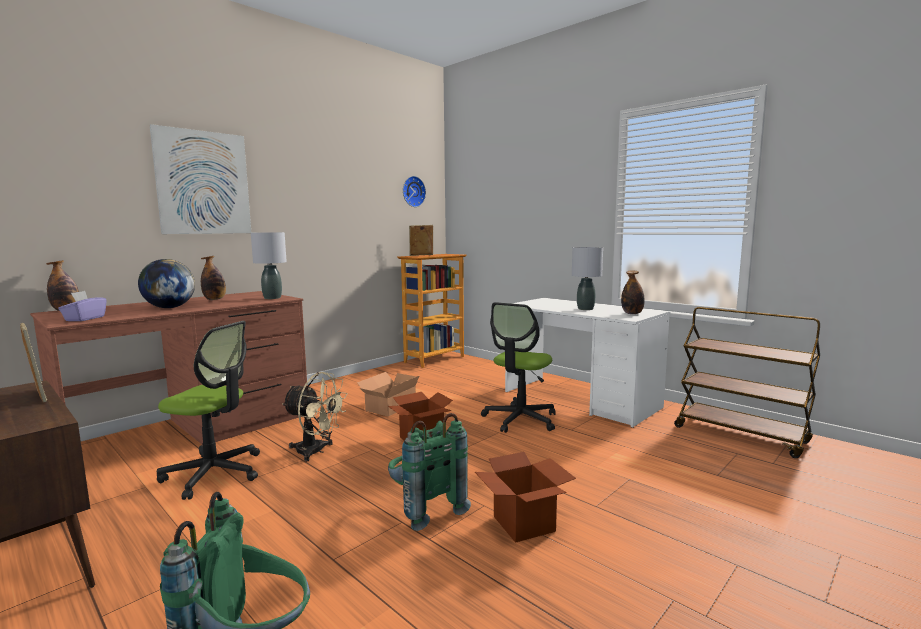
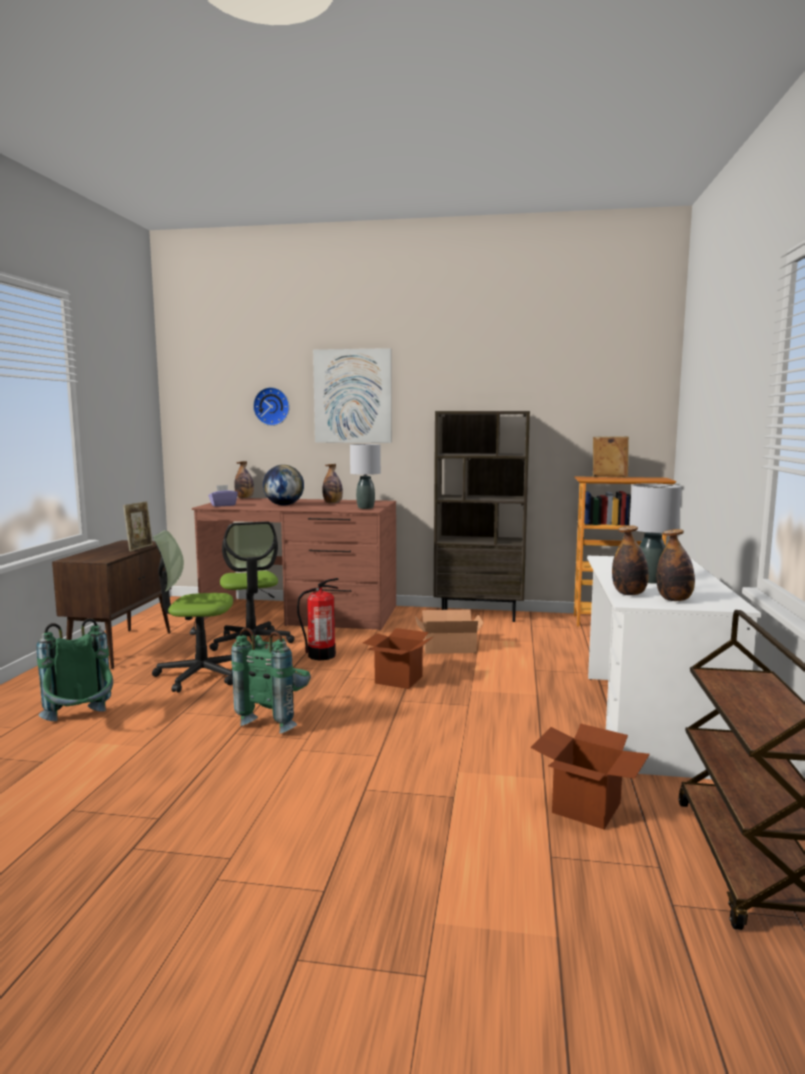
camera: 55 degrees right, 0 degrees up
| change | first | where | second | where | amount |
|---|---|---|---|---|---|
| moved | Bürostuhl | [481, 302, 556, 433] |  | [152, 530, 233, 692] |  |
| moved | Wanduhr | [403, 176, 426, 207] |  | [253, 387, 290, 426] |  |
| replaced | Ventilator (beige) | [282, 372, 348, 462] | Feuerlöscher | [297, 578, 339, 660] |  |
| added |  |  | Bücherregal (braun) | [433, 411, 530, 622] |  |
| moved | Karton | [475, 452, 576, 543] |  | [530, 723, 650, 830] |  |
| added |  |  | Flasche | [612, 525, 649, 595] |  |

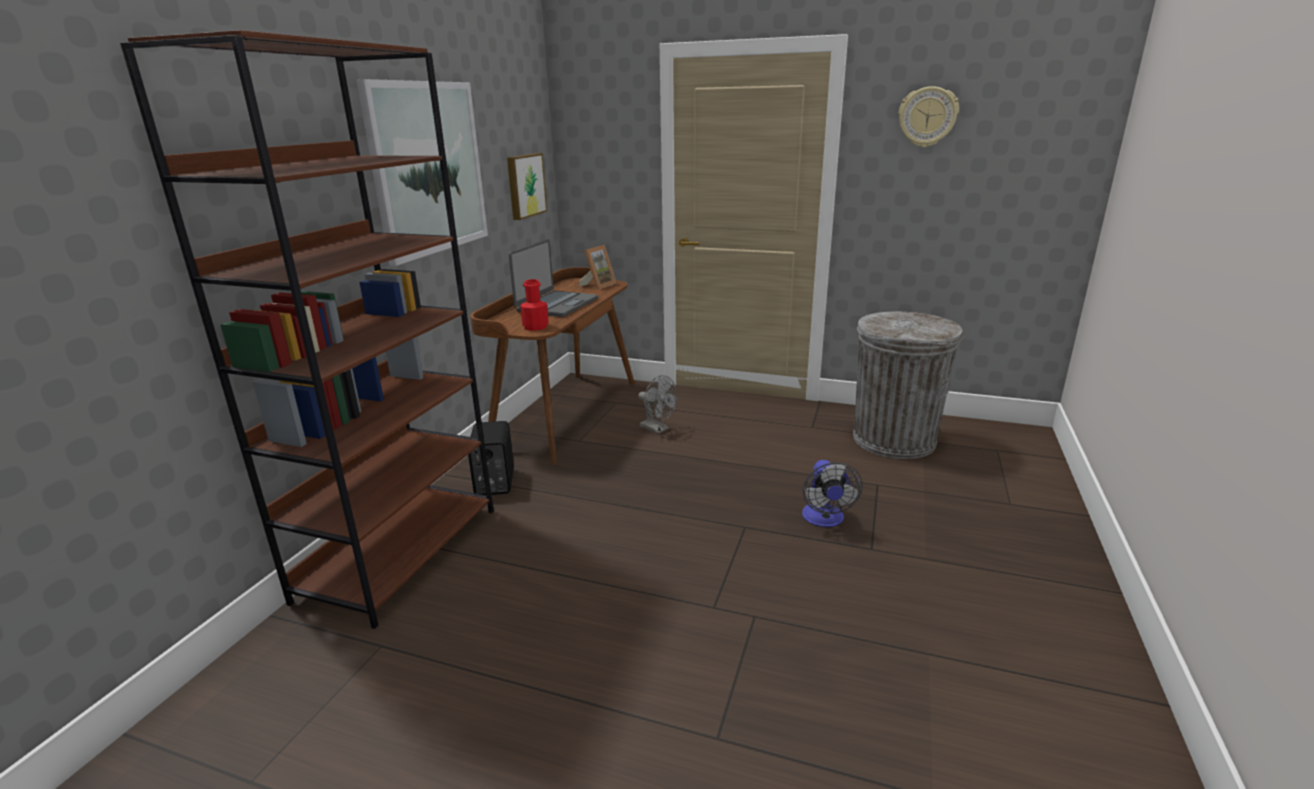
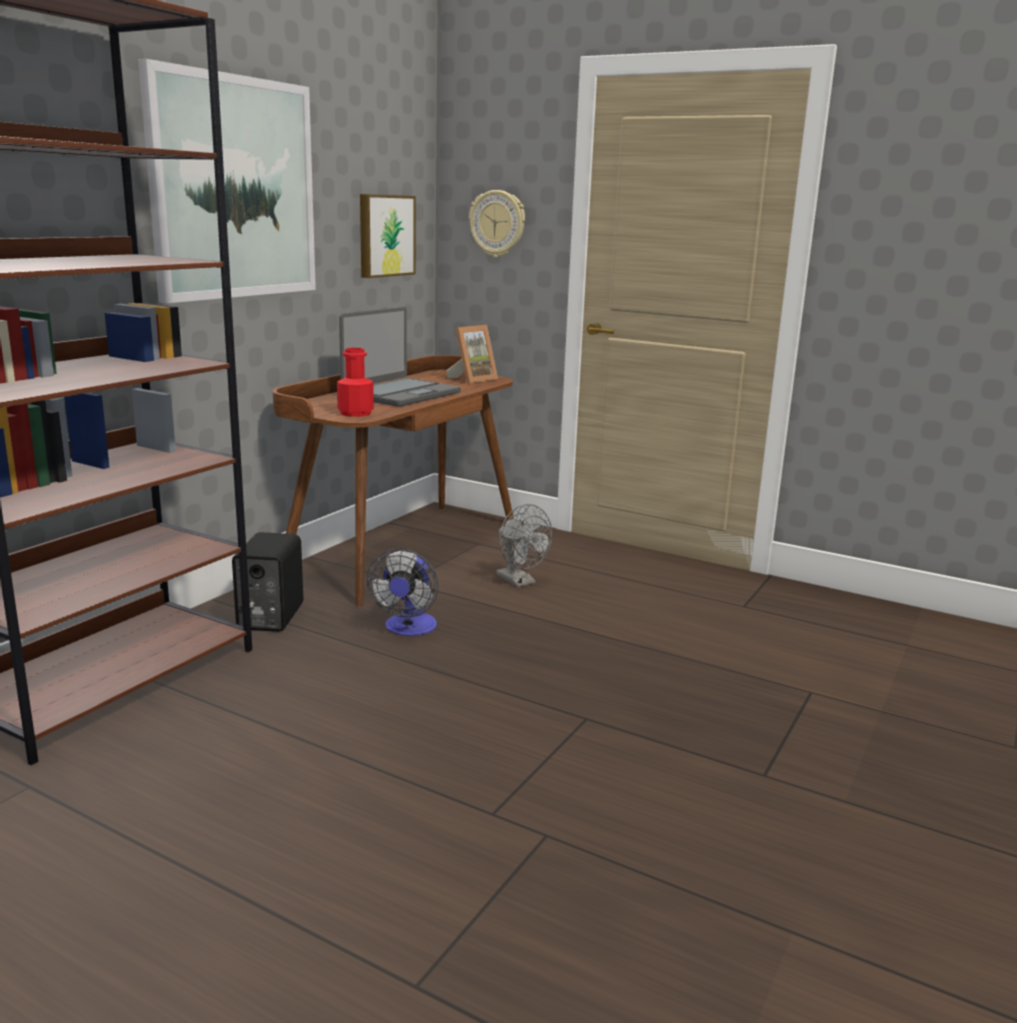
camera: 10 degrees right, 5 degrees down
| change | first | where | second | where | amount |
|---|---|---|---|---|---|
| moved | Ventilator | [802, 460, 863, 527] |  | [367, 549, 439, 636] |  |
| moved | Wanduhr | [899, 86, 959, 147] |  | [469, 190, 525, 257] |  |
| removed | Mülleimer (grau) | [853, 312, 962, 459] |  |  |  |

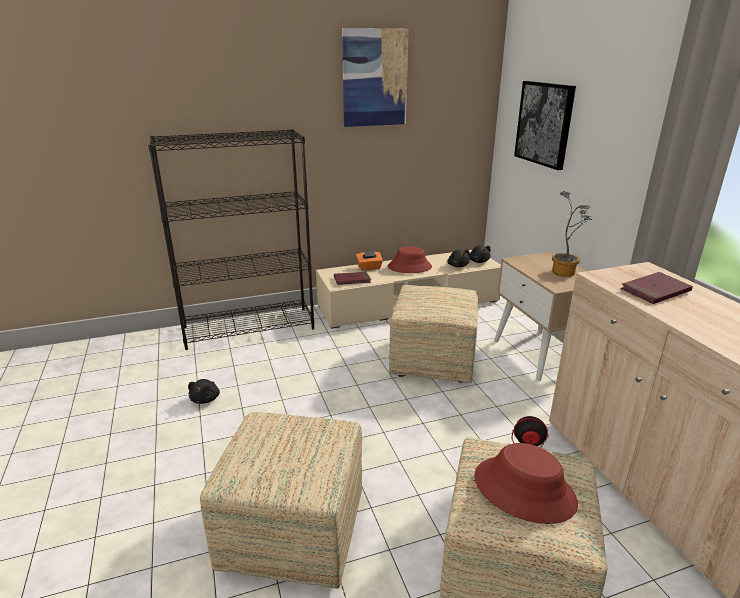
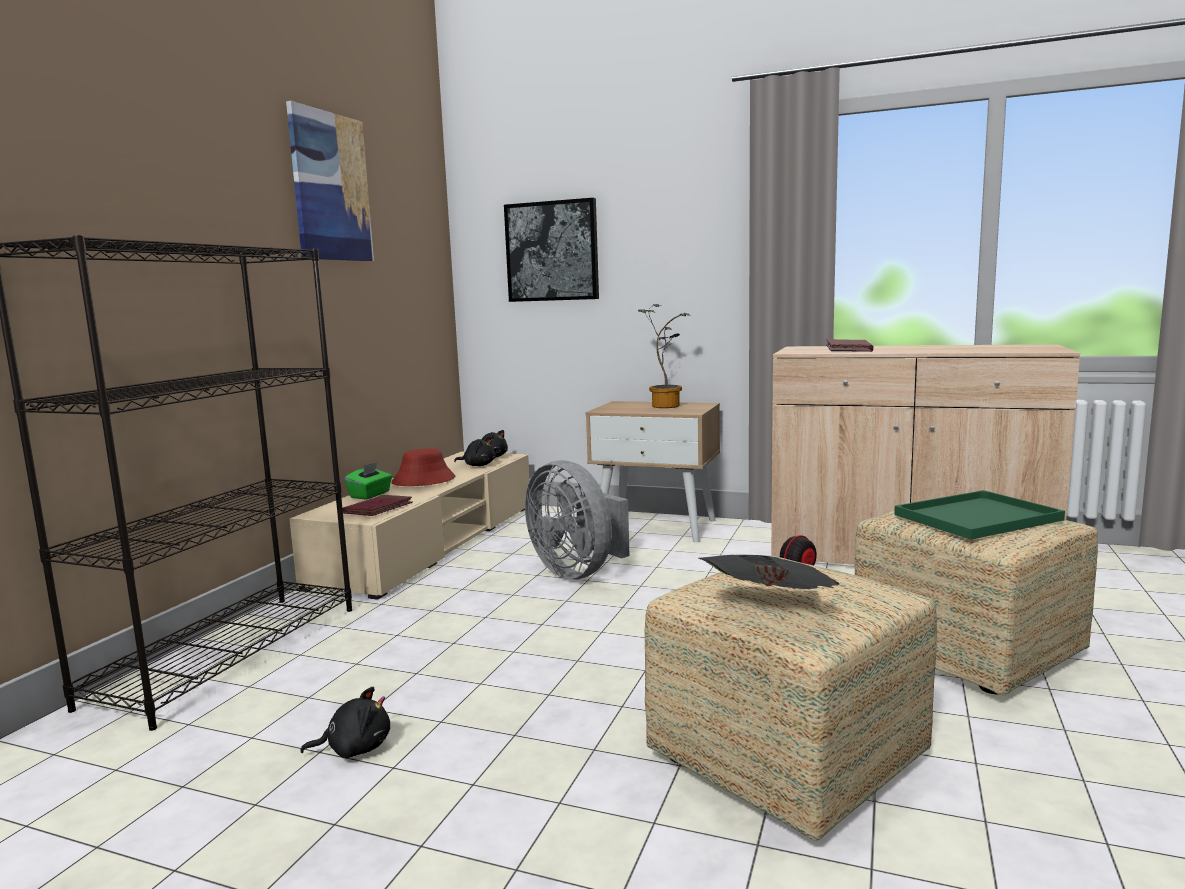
camera: 50 degrees left, 15 degrees down
| change | first | where | second | where | amount |
|---|---|---|---|---|---|
| turned | Plüschtier (schwarz) | [188, 379, 220, 404] |  | [300, 687, 390, 758] | 60 degrees counterclockwise |
| recoloured | Taschentuchbox (orange) | [356, 251, 383, 271] | Taschentuchbox (grün) | [344, 462, 392, 500] |  |
| replaced | Polsterhocker | [389, 285, 478, 383] | Ventilator (grau) | [525, 460, 629, 579] |  |
| added |  |  | Zeitung | [698, 554, 839, 589] |  |
| replaced | Hut (rot) | [474, 443, 578, 524] | Tablett (grün) | [894, 490, 1065, 540] |  |

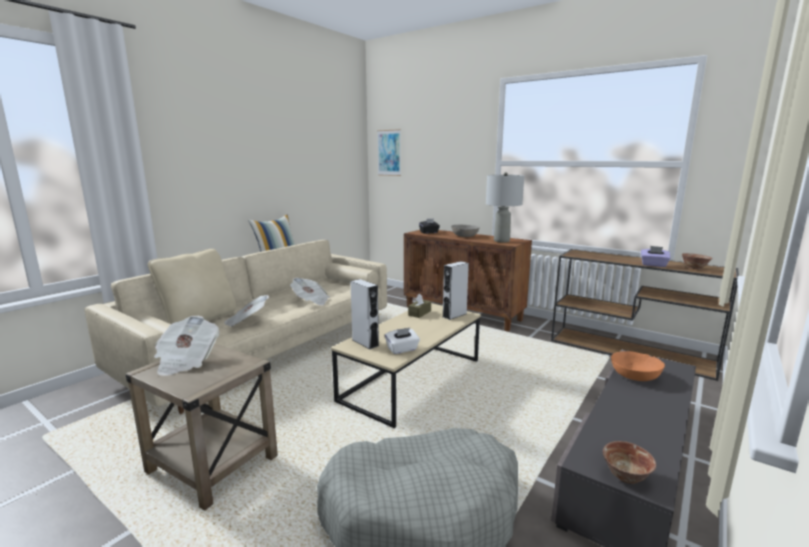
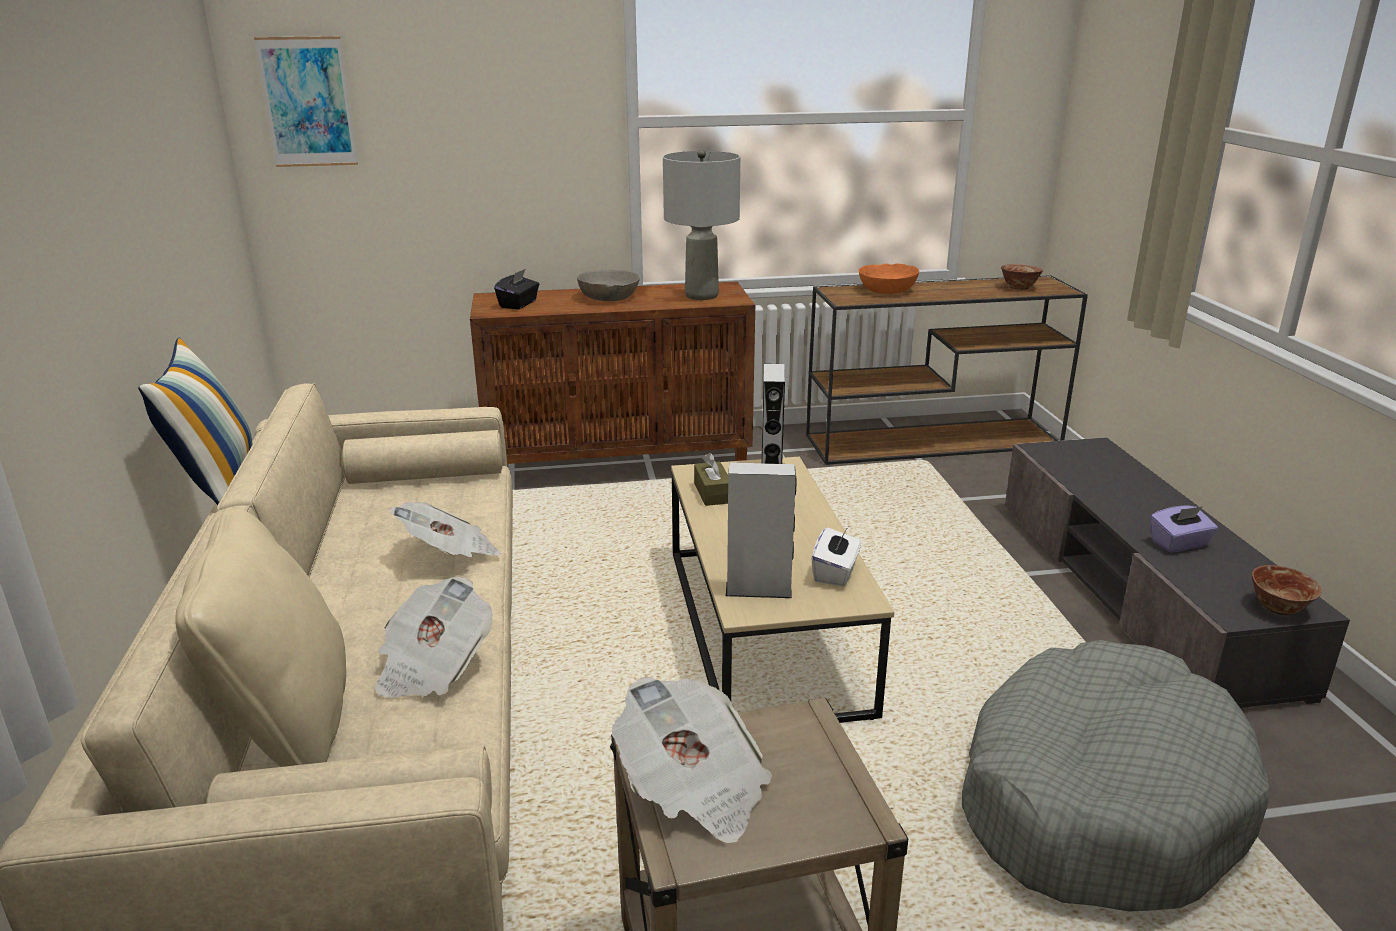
camera: 45 degrees left, 10 degrees up
| change | first | where | second | where | amount |
|---|---|---|---|---|---|
| moved | Schüssel (orange) | [611, 351, 665, 381] |  | [858, 263, 919, 294] |  |
| moved | Taschentuchbox (lila) | [641, 246, 670, 267] |  | [1150, 505, 1218, 553] |  |

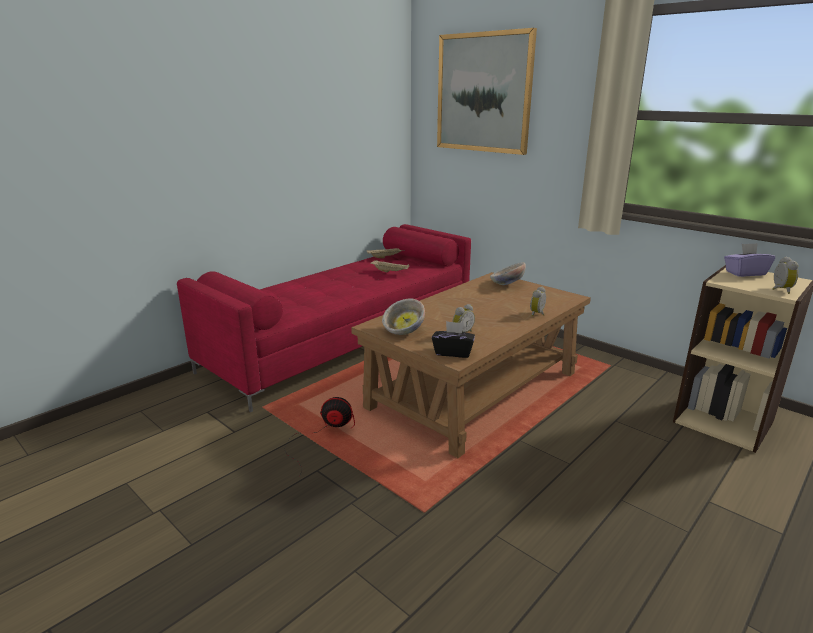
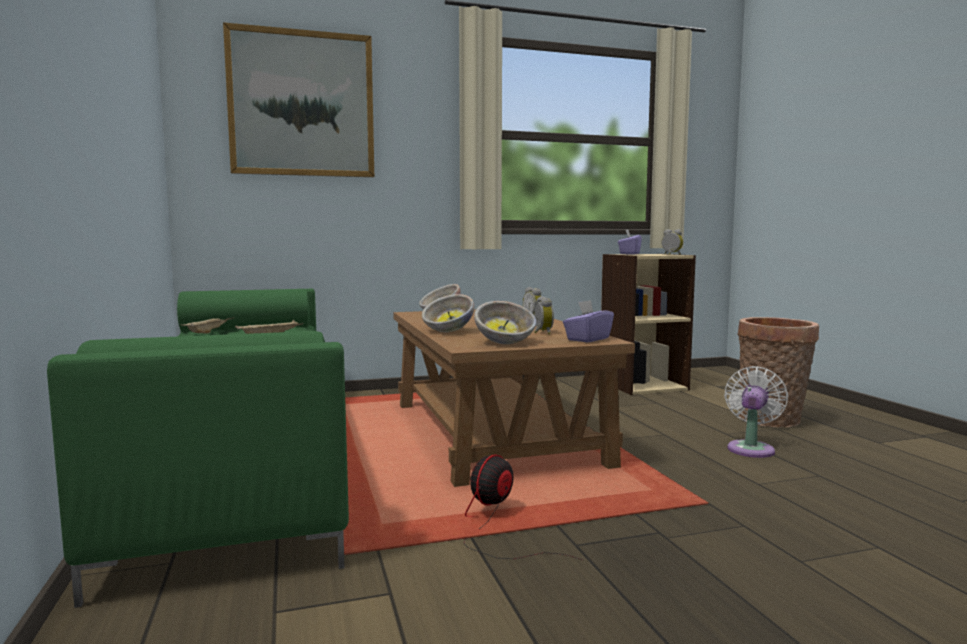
camera: 60 degrees left, 15 degrees down
| change | first | where | second | where | amount |
|---|---|---|---|---|---|
| recoloured | Sofa (rot) | [177, 224, 471, 412] | Sofa (grün) | [47, 289, 349, 608] |  |
| added |  |  | Schüssel | [422, 294, 474, 332] |  |
| recoloured | Taschentuchbox (schwarz) | [432, 321, 475, 358] | Taschentuchbox (lila) | [563, 300, 614, 342] |  |
| added |  |  | Ventilator (weiß) | [724, 366, 788, 458] |  |
| added |  |  | Korb | [737, 317, 819, 427] |  |

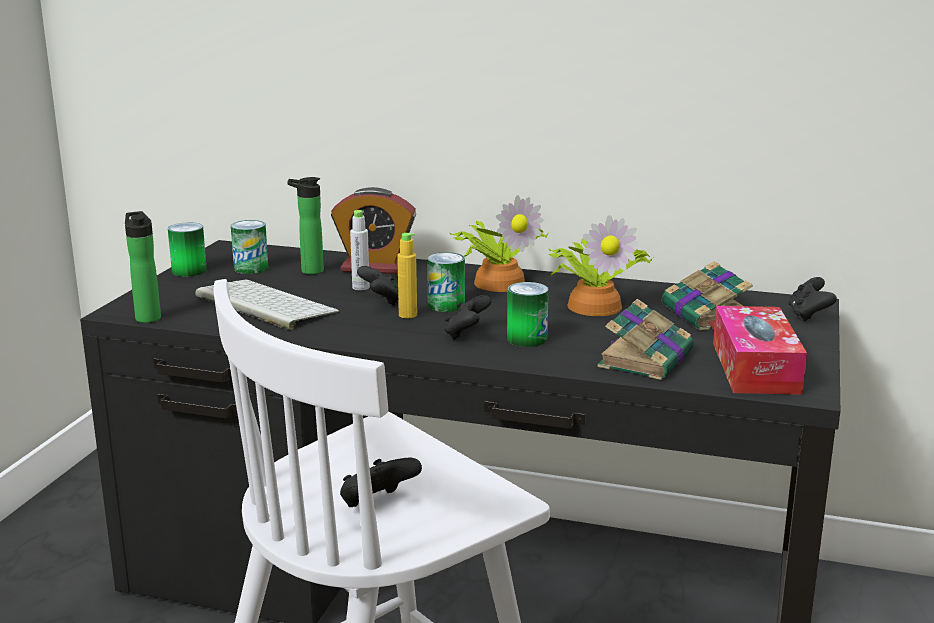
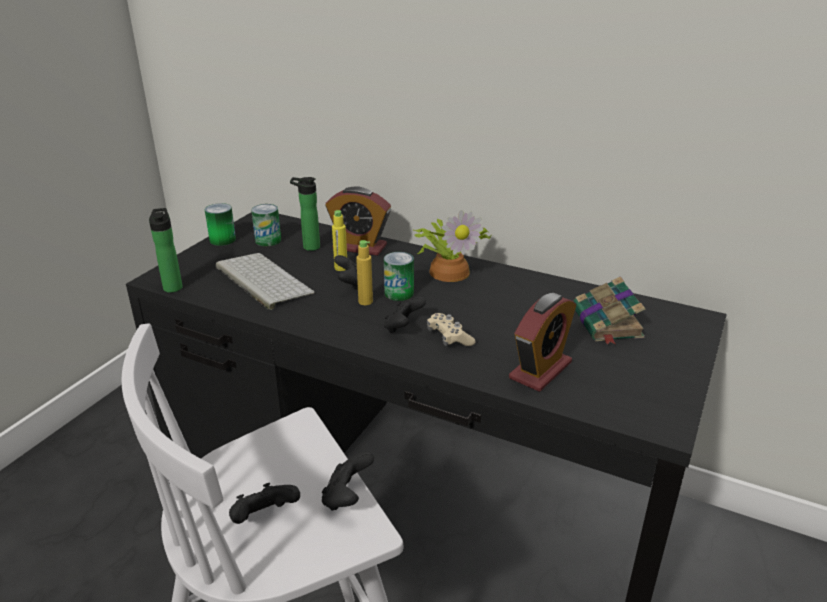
camera: 10 degrees right, 10 degrees up
| change | first | where | second | where | amount |
|---|---|---|---|---|---|
| moved | Gamepad (schwarz) | [788, 277, 837, 321] |  | [322, 451, 374, 511] |  |
| recoloured | Flasche (grau) | [350, 210, 370, 290] | Flasche (gelb) | [332, 210, 347, 271] |  |
| replaced | Dose | [507, 282, 549, 347] | Gamepad (beige) | [427, 313, 476, 346] |  |
| replaced | Buch | [598, 299, 694, 380] | Wecker | [509, 293, 576, 392] |  |
| removed | Topfpflanze | [549, 215, 653, 316] |  |  |  |
| removed | Taschentuchbox | [713, 306, 807, 395] |  |  |  |

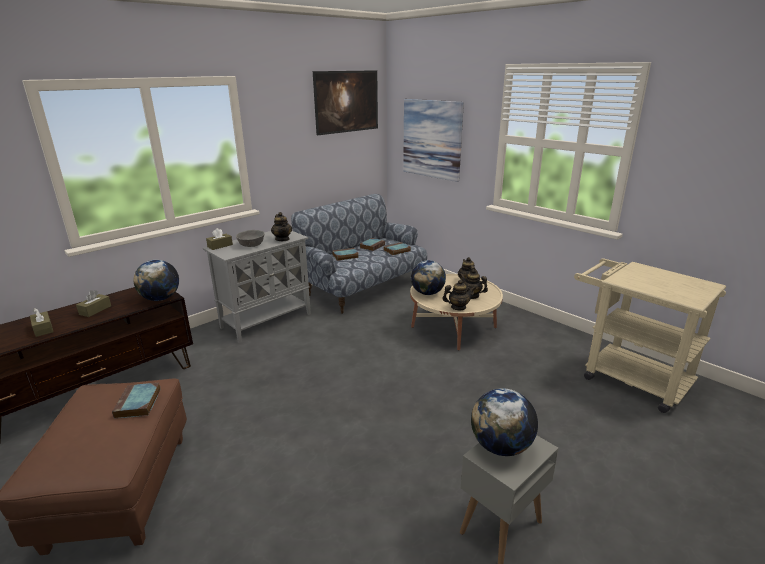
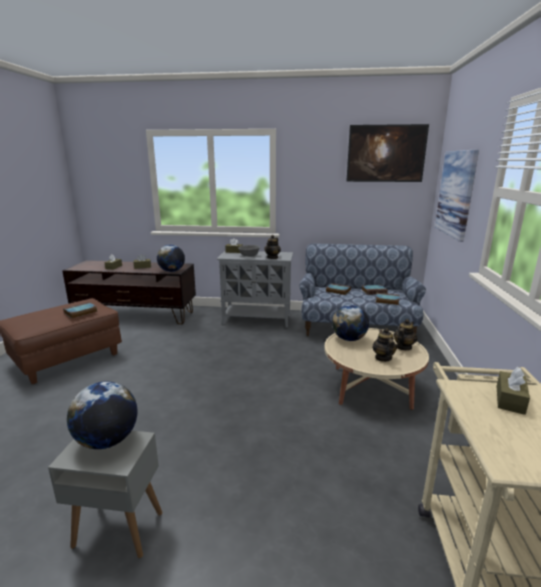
camera: 50 degrees right, 5 degrees down
| change | first | where | second | where | amount |
|---|---|---|---|---|---|
| added |  |  | Taschentuchbox (braun) | [497, 367, 530, 415] |  |
| removed | Teekanne | [442, 280, 476, 310] |  |  |  |

